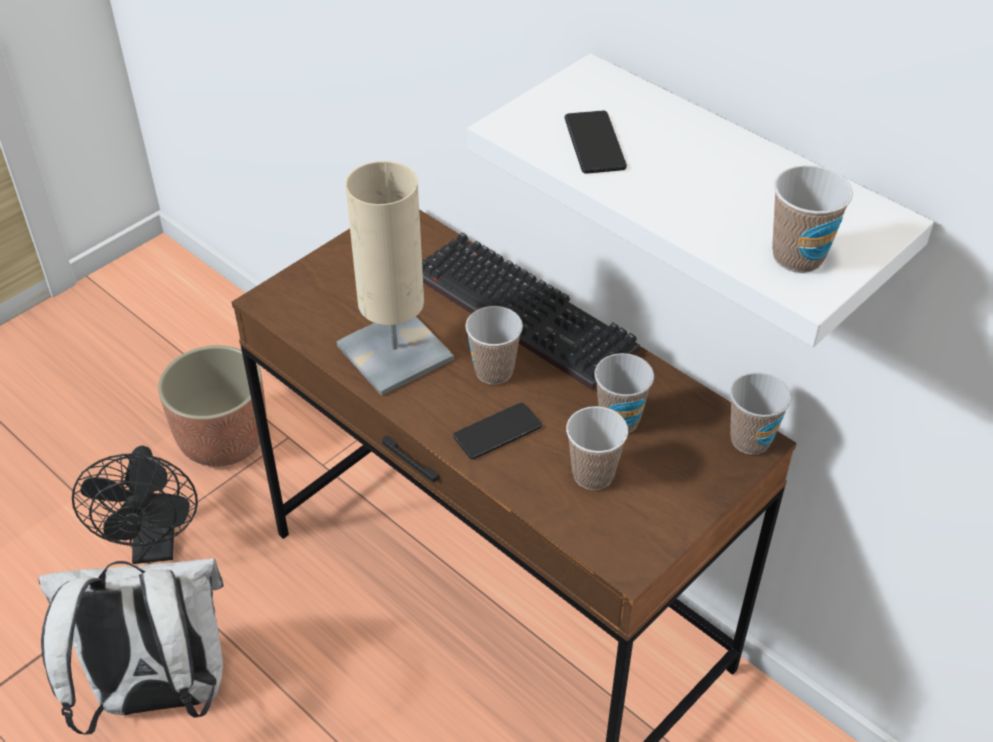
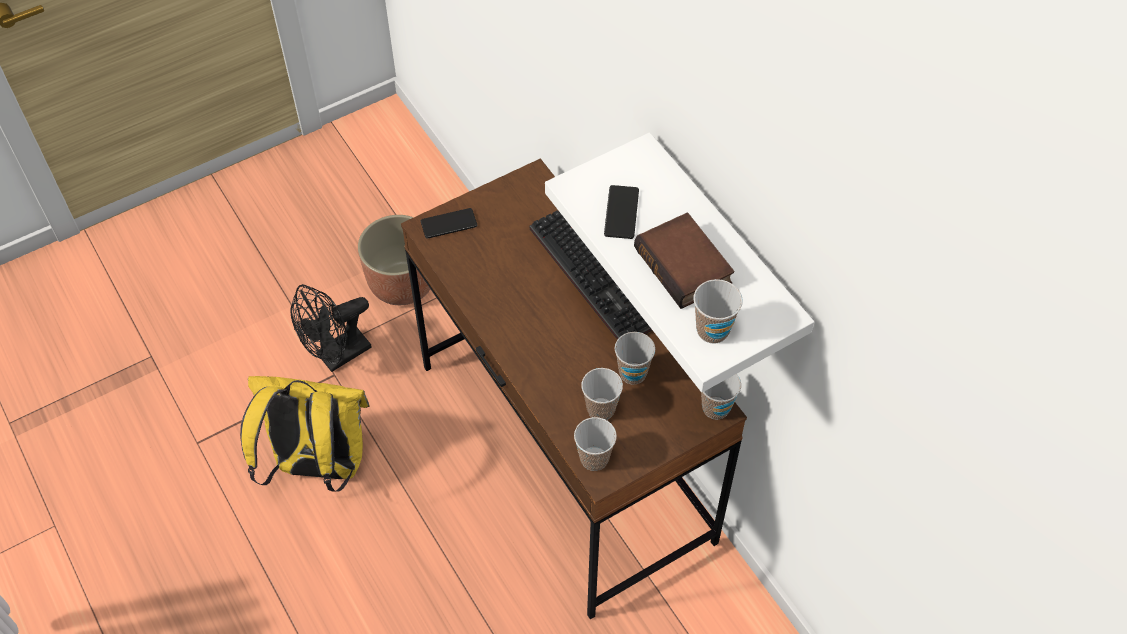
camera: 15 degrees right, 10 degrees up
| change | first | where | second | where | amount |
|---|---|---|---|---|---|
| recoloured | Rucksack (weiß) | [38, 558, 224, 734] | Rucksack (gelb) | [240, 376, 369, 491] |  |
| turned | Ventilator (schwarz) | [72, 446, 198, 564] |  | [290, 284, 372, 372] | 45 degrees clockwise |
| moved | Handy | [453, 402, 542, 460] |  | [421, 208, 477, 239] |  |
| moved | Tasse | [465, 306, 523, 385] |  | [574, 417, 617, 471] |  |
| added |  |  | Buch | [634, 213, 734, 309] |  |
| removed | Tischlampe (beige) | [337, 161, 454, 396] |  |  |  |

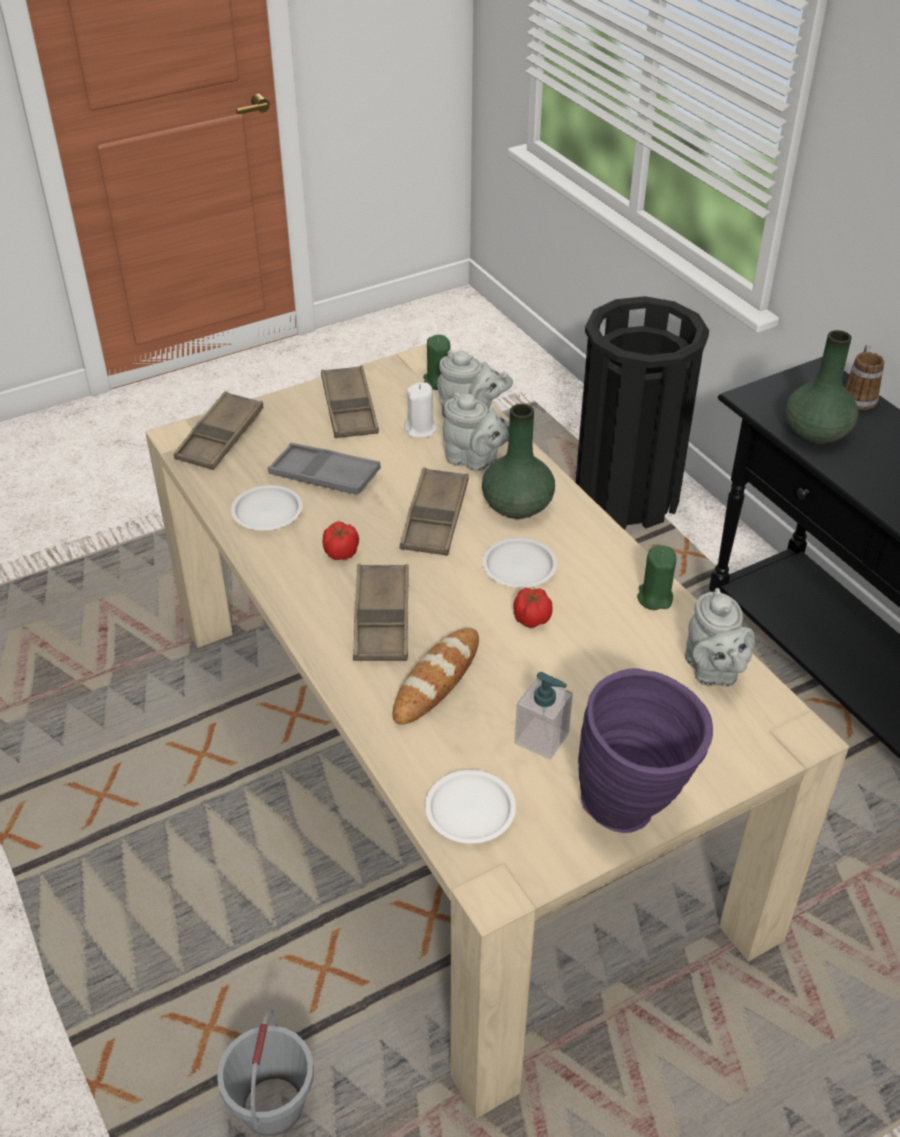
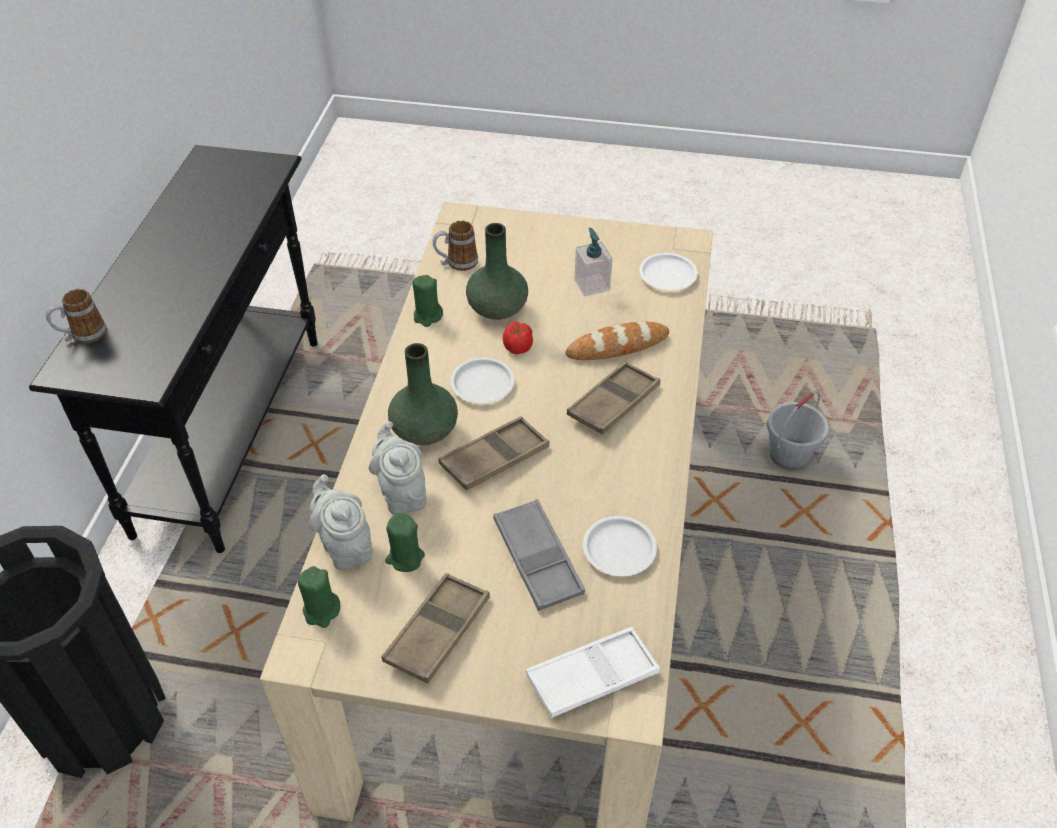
camera: 140 degrees left, 5 degrees up
| change | first | where | second | where | amount |
|---|---|---|---|---|---|
| recoloured | Kerze (weiß) | [404, 383, 438, 438] | Kerze (grün) | [385, 513, 425, 572] |  |
| replaced | Teekanne (grau) | [685, 588, 755, 686] | Henkelbecher | [433, 220, 478, 271] |  |
| moved | Vase (grün) | [785, 330, 858, 444] |  | [466, 223, 528, 320] |  |
| recoloured | Tablett (braun) | [174, 391, 263, 470] | Tablett (weiß) | [526, 627, 660, 718] |  |
| removed | Tomate | [323, 521, 359, 560] |  |  |  |
| removed | Vase (lila) | [578, 669, 713, 833] |  |  |  |

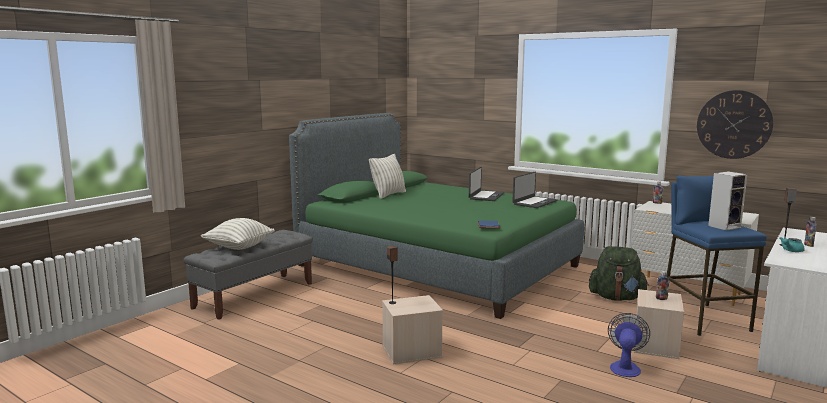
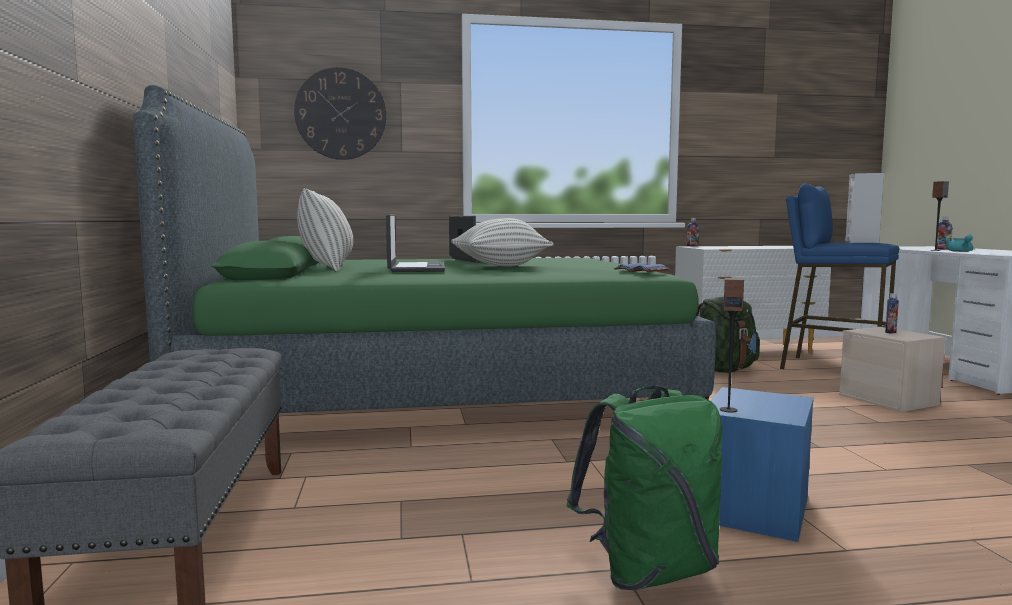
camera: 45 degrees left, 5 degrees down
| change | first | where | second | where | amount |
|---|---|---|---|---|---|
| moved | Wanduhr | [697, 90, 773, 159] |  | [294, 67, 386, 160] |  |
| moved | Laptop | [512, 172, 558, 208] |  | [386, 214, 445, 272] |  |
| moved | Kissen | [201, 218, 275, 250] |  | [451, 218, 554, 267] |  |
| added |  |  | Rucksack (grün) | [567, 385, 722, 591] |  |
| recoloured | Aufbewahrungsbox (beige) | [382, 295, 443, 364] | Aufbewahrungsbox (blau) | [710, 387, 814, 542] |  |
| removed | Ventilator | [608, 313, 650, 377] |  |  |  |

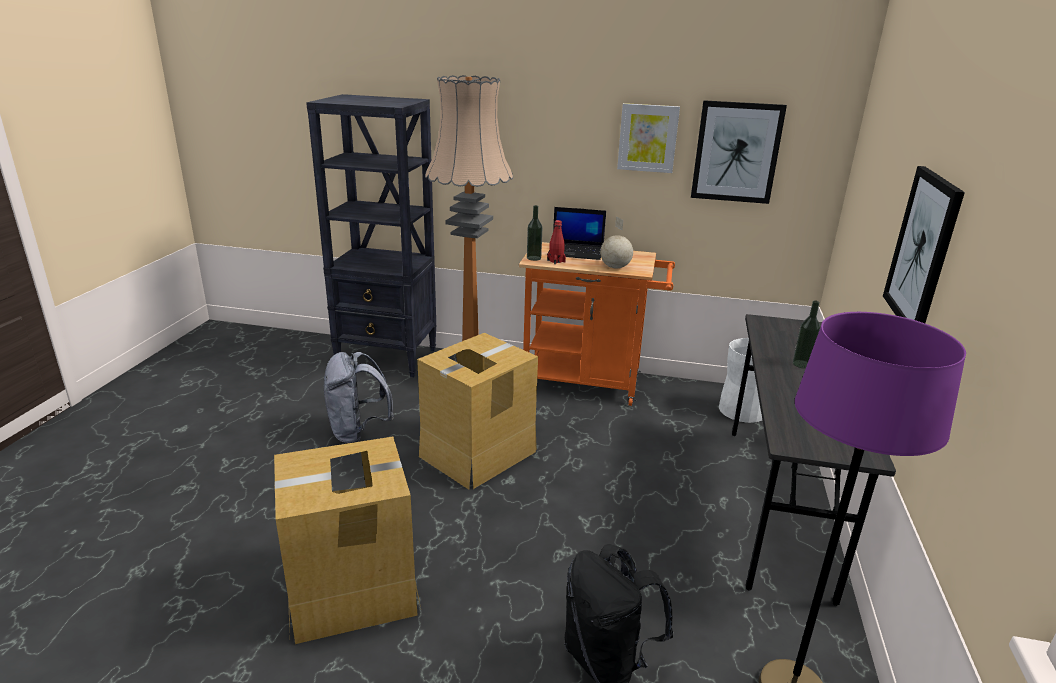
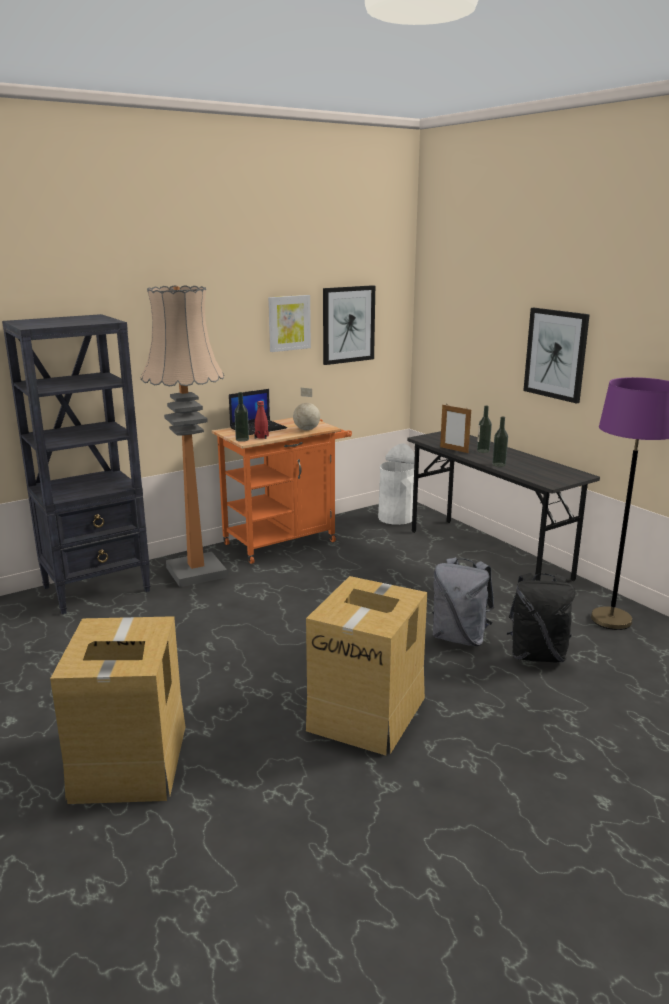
camera: 45 degrees left, 5 degrees down
| change | first | where | second | where | amount |
|---|---|---|---|---|---|
| moved | Karton | [417, 333, 538, 490] |  | [50, 616, 185, 804] |  |
| moved | Rucksack (grau) | [324, 352, 394, 444] |  | [432, 557, 494, 646] |  |
| added |  |  | Bilderrahmen | [440, 404, 471, 453] |  |
| added |  |  | Flasche | [492, 417, 508, 467] |  |

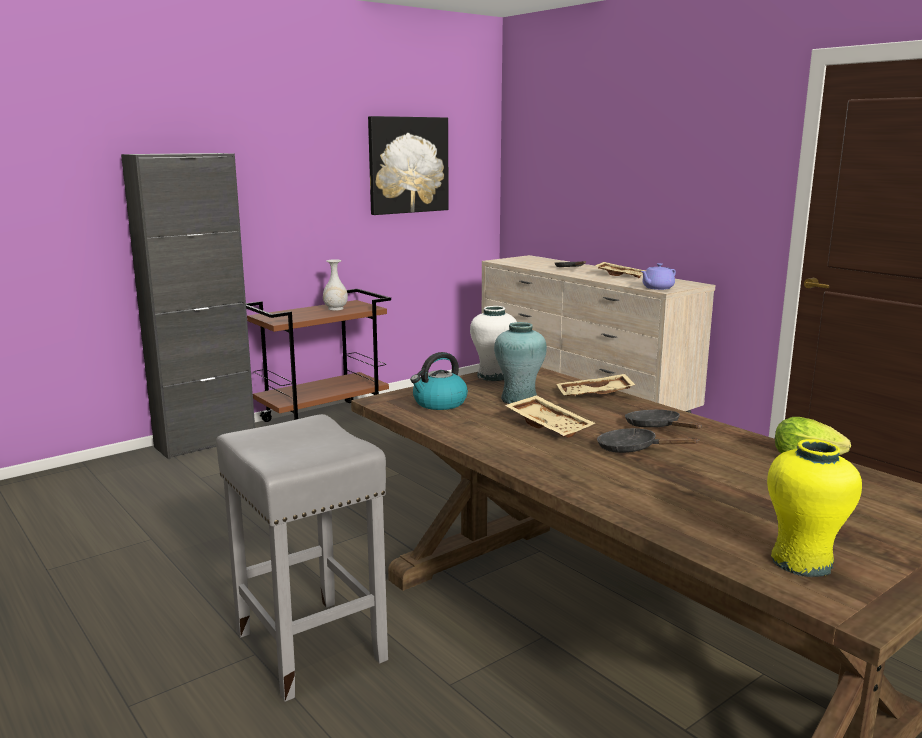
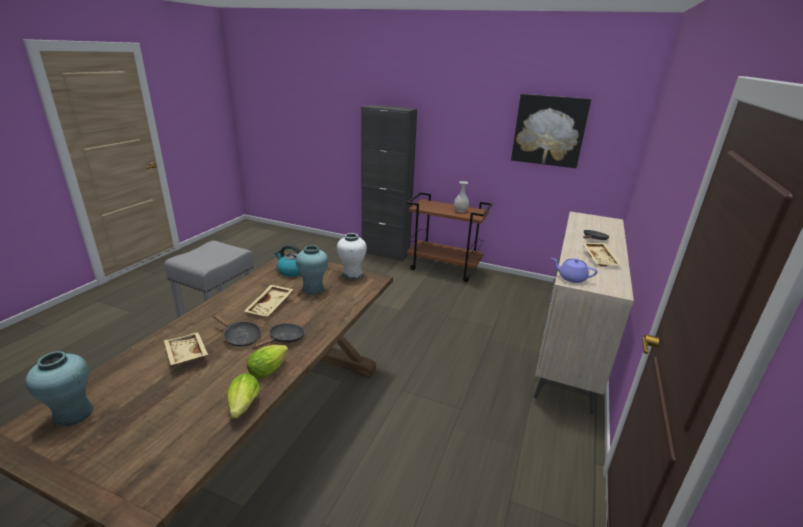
camera: 60 degrees right, 10 degrees up
| change | first | where | second | where | amount |
|---|---|---|---|---|---|
| recoloured | Vase (gelb) | [767, 439, 862, 577] | Vase (türkis) | [25, 351, 93, 427] |  |
| moved | Tablett (beige) | [557, 374, 635, 396] |  | [164, 332, 208, 365] |  |
| turned | Pfanne (schwarz) | [597, 428, 699, 453] |  | [212, 313, 261, 347] | 120 degrees clockwise |
| added |  |  | Salatkopf | [247, 345, 288, 378] |  |

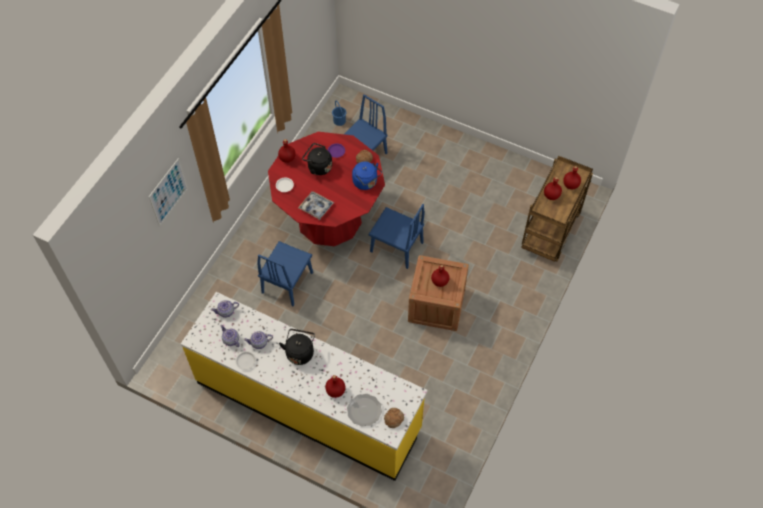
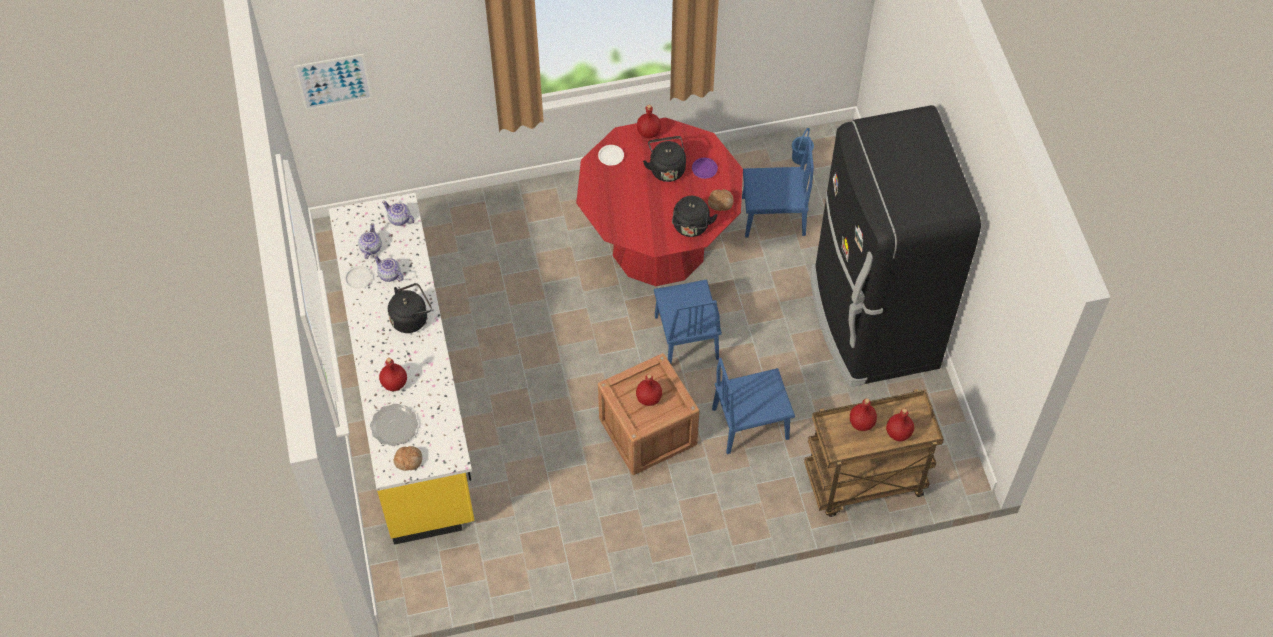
camera: 50 degrees right, 0 degrees up
| change | first | where | second | where | amount |
|---|---|---|---|---|---|
| moved | Bild | [149, 158, 188, 226] |  | [294, 54, 373, 110] |  |
| recoloured | Wasserkessel (blau) | [352, 162, 382, 190] | Wasserkessel (schwarz) | [672, 196, 718, 237] |  |
| moved | Stuhl (blau) | [257, 241, 313, 306] |  | [712, 358, 795, 454] |  |
| added |  |  | Kühlschrank (schwarz) | [811, 105, 981, 387] |  |
| removed | Tablett | [298, 191, 334, 220] |  |  |  |

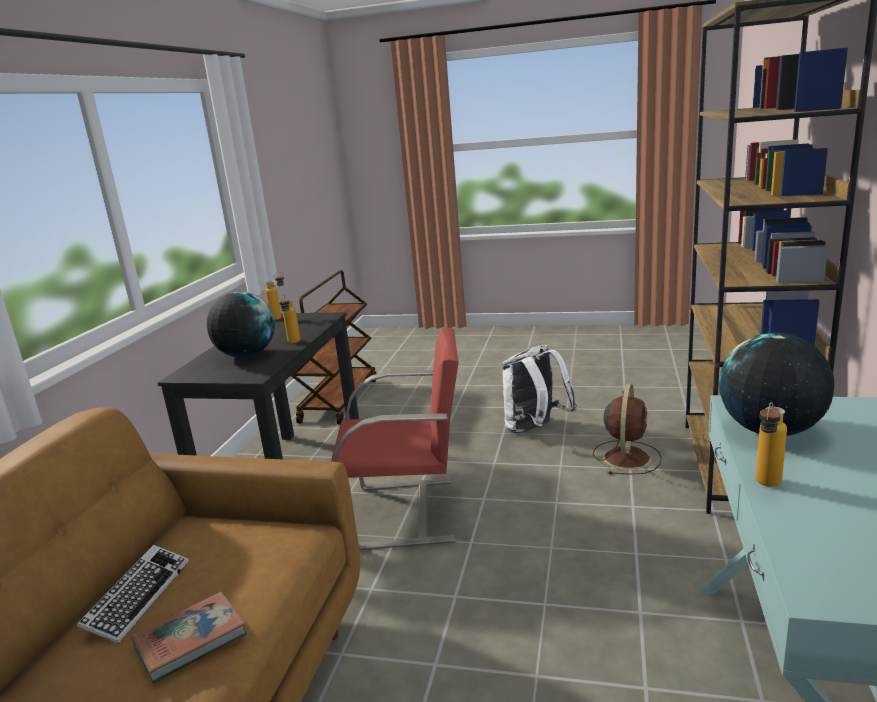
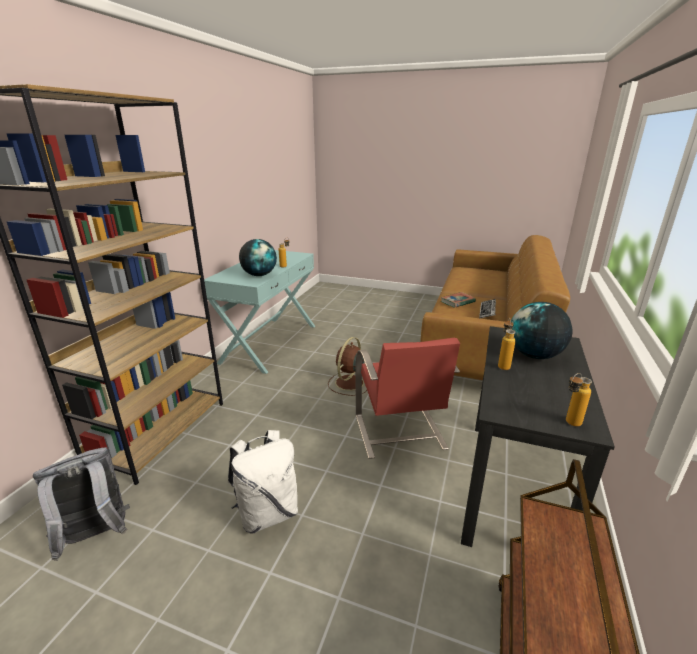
camera: 175 degrees left, 5 degrees up
| change | first | where | second | where | amount |
|---|---|---|---|---|---|
| added |  |  | Rucksack (grau) | [33, 447, 130, 561] |  |
| moved | Ventilator (braun) | [593, 384, 662, 475] |  | [328, 337, 367, 396] |  |
| turned | Stuhl (rot) | [331, 327, 459, 550] |  | [355, 338, 460, 459] | 105 degrees counterclockwise |

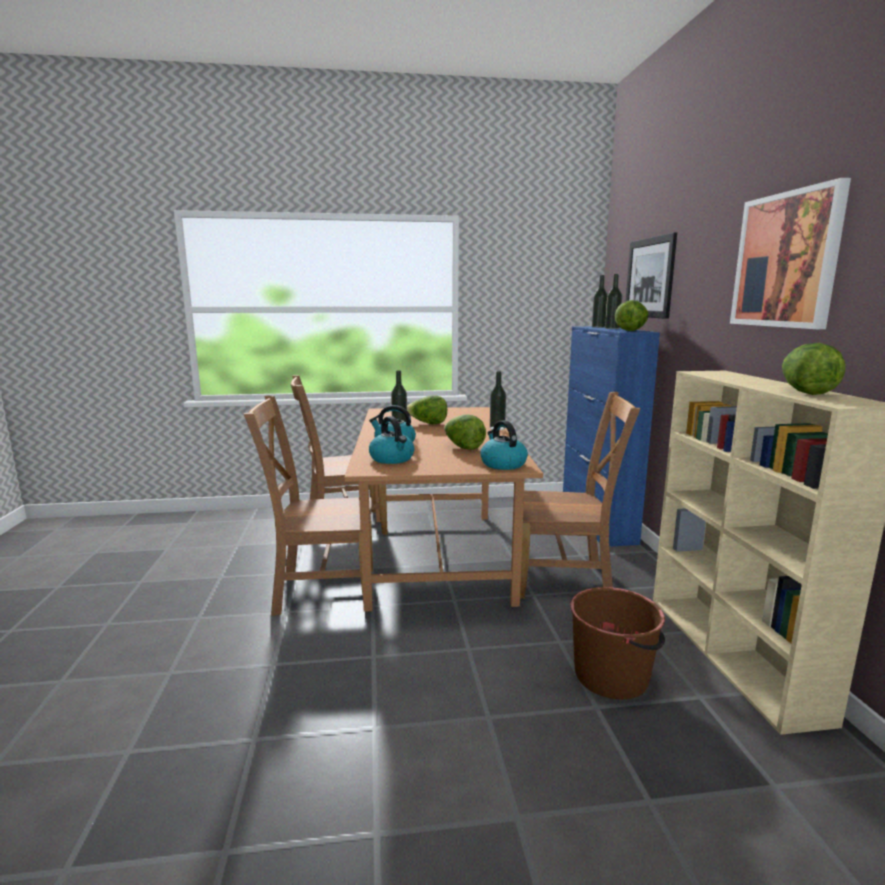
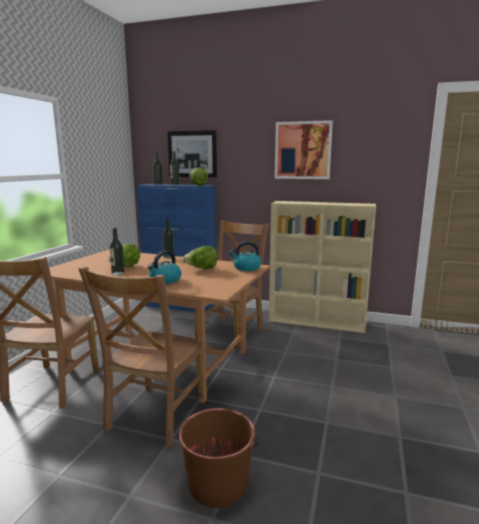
camera: 65 degrees left, 0 degrees up
| change | first | where | second | where | amount |
|---|---|---|---|---|---|
| moved | Eimer (braun) | [570, 587, 665, 699] |  | [179, 408, 259, 508] |  |
| removed | Wasserkessel | [369, 416, 414, 464] |  |  |  |
| removed | Salatkopf | [782, 343, 845, 395] |  |  |  |

